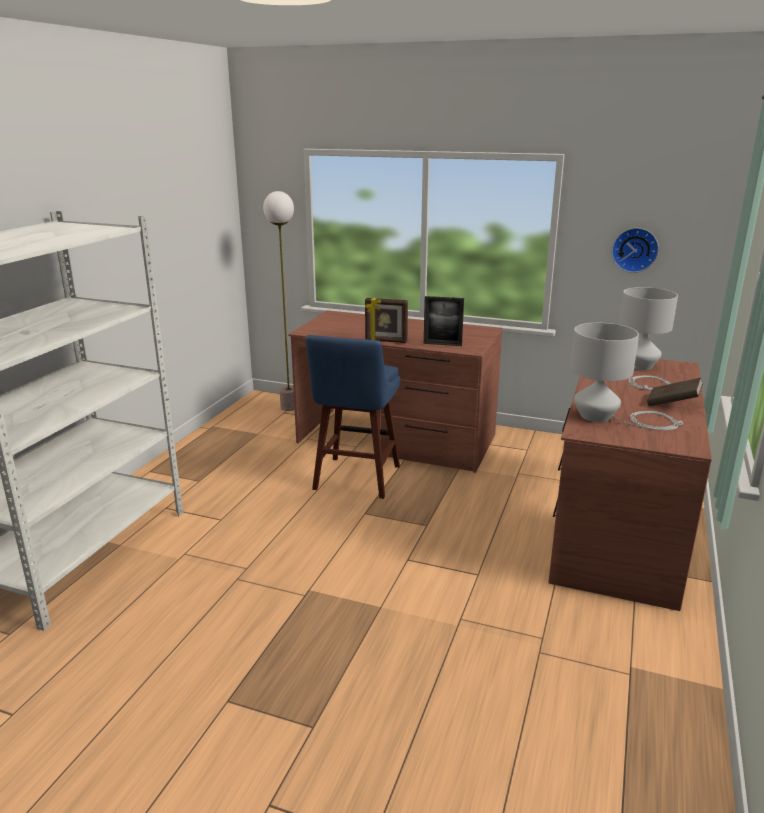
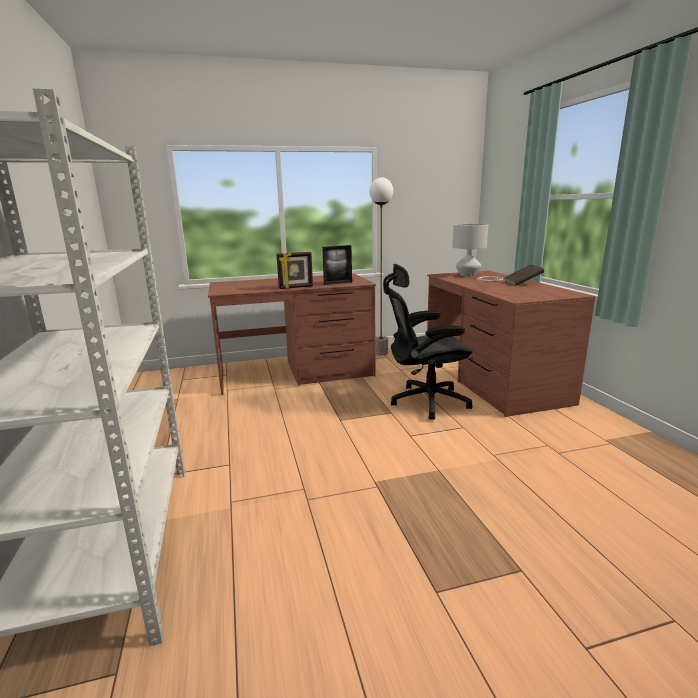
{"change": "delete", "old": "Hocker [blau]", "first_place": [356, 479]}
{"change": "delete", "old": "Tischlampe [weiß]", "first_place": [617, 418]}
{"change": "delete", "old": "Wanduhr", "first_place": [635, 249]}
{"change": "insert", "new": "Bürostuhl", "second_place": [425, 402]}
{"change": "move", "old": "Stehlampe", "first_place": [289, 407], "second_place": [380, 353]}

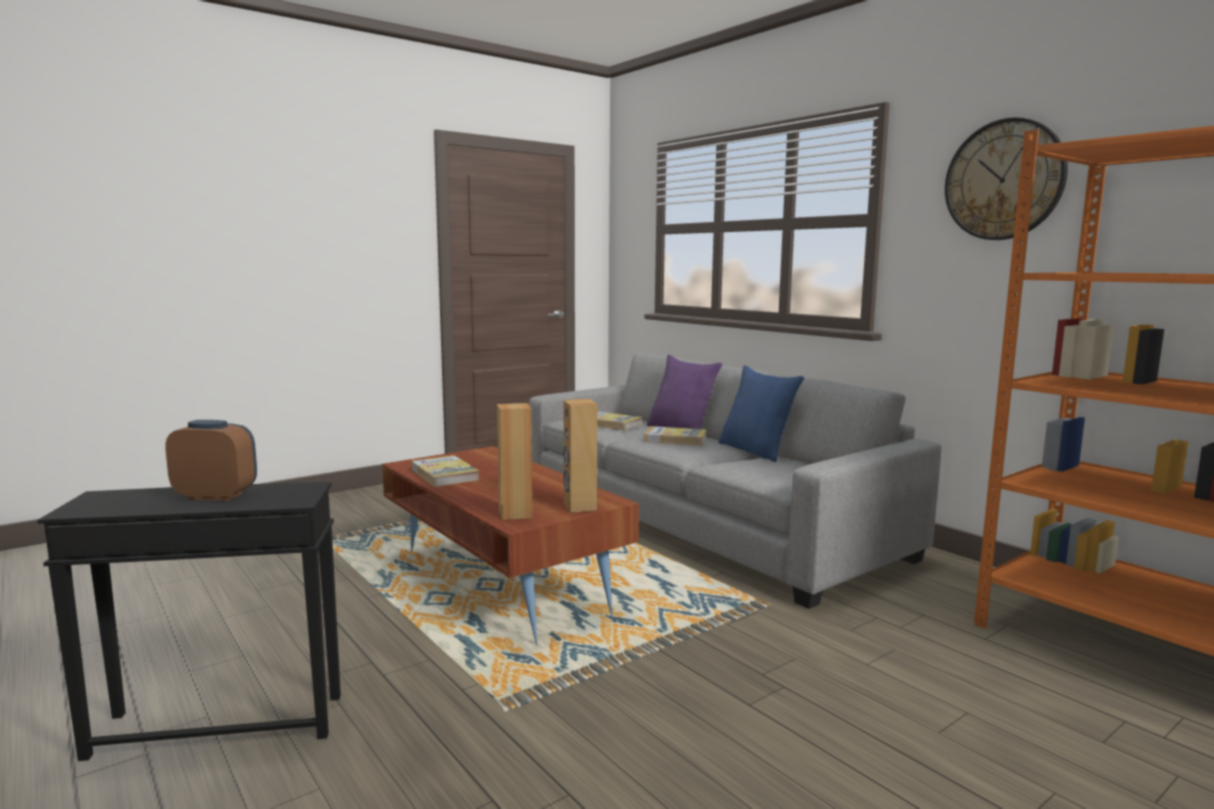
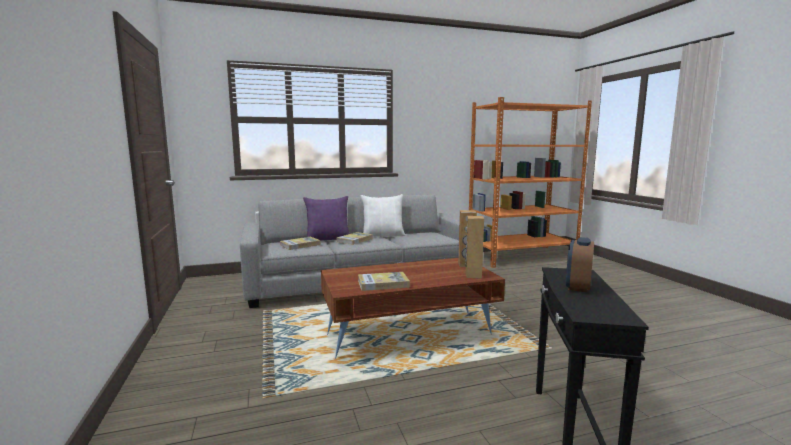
{"change": "delete", "old": "Wanduhr", "first_place": [1004, 180]}
{"change": "recolor", "old": "Kissen [blau]", "new": "Kissen [weiß]", "first_place": [756, 451], "second_place": [383, 235]}

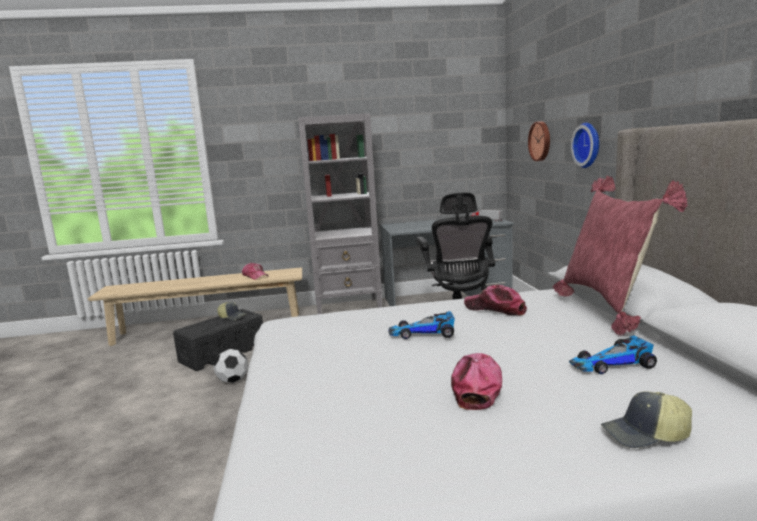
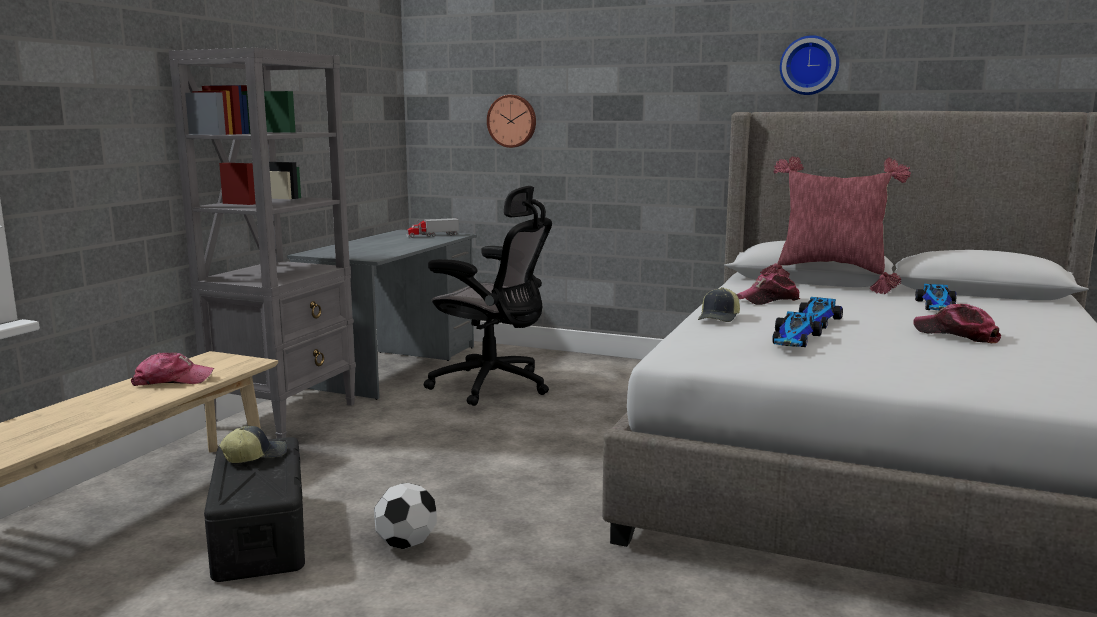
{"change": "insert", "new": "Spielzeugauto", "second_place": [794, 339]}
{"change": "move", "old": "Wanduhr", "first_place": [588, 145], "second_place": [809, 65]}
{"change": "move", "old": "Kappe", "first_place": [646, 435], "second_place": [719, 318]}

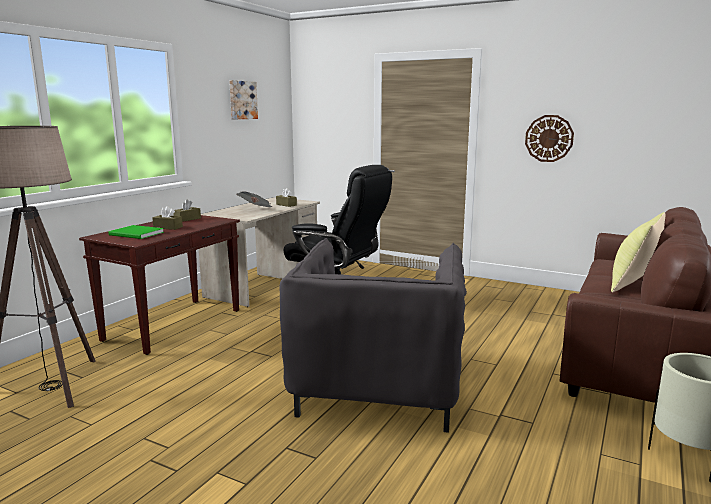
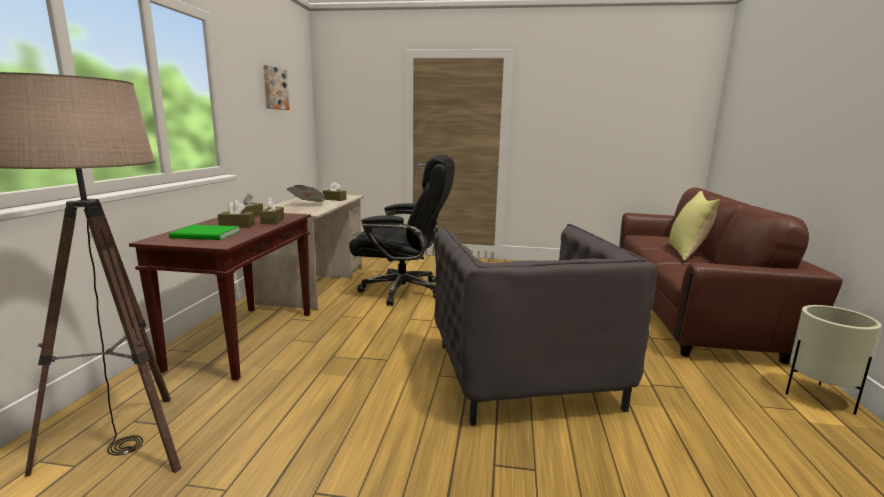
{"change": "delete", "old": "Wanduhr", "first_place": [549, 138]}
{"change": "insert", "new": "Taschentuchbox [braun]", "second_place": [272, 221]}

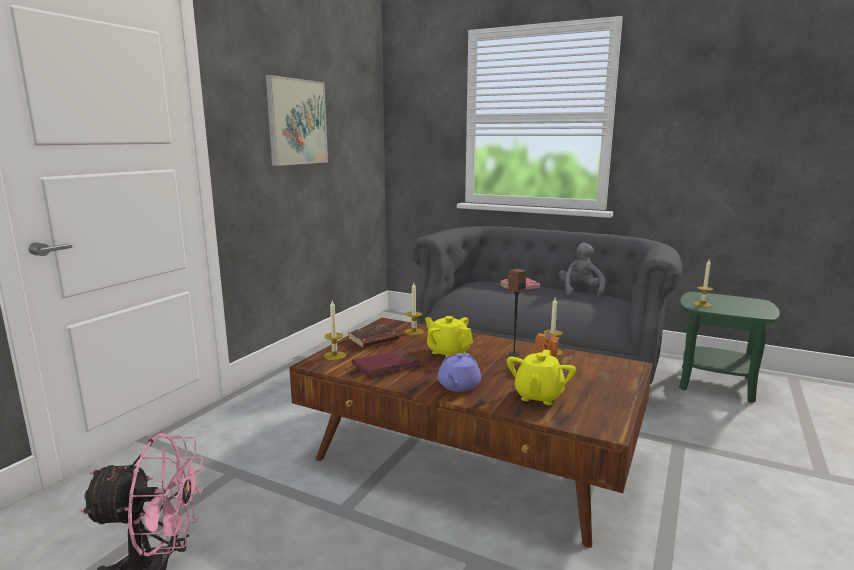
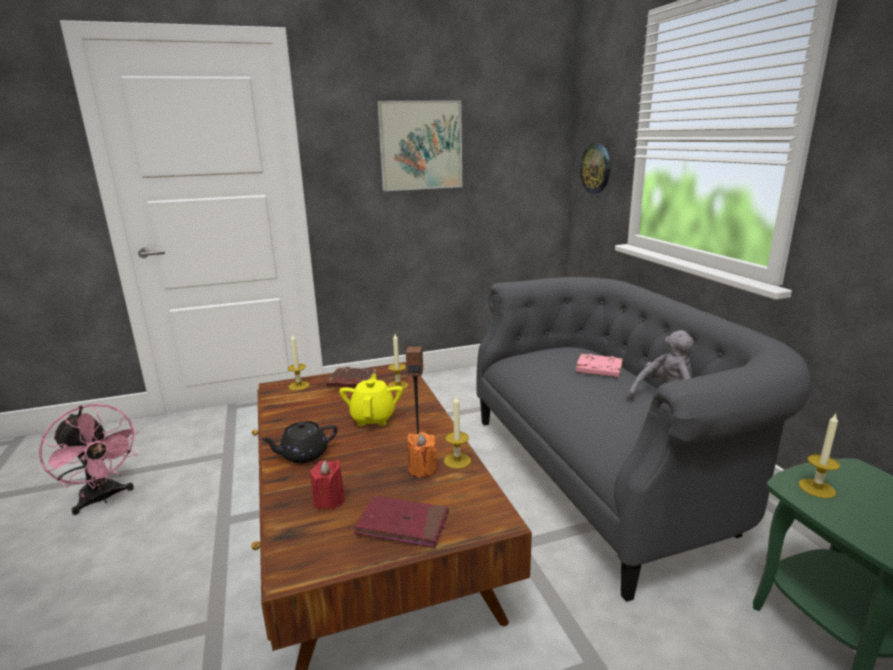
{"change": "insert", "new": "Wanduhr", "second_place": [596, 168]}
{"change": "move", "old": "Buch [rot]", "first_place": [386, 366], "second_place": [402, 524]}
{"change": "replace", "old": "Teekanne [gelb]", "new": "Kerze [rot]", "first_place": [538, 396], "second_place": [329, 500]}
{"change": "recolor", "old": "Teekanne [lila]", "new": "Teekanne [schwarz]", "first_place": [458, 386], "second_place": [303, 455]}

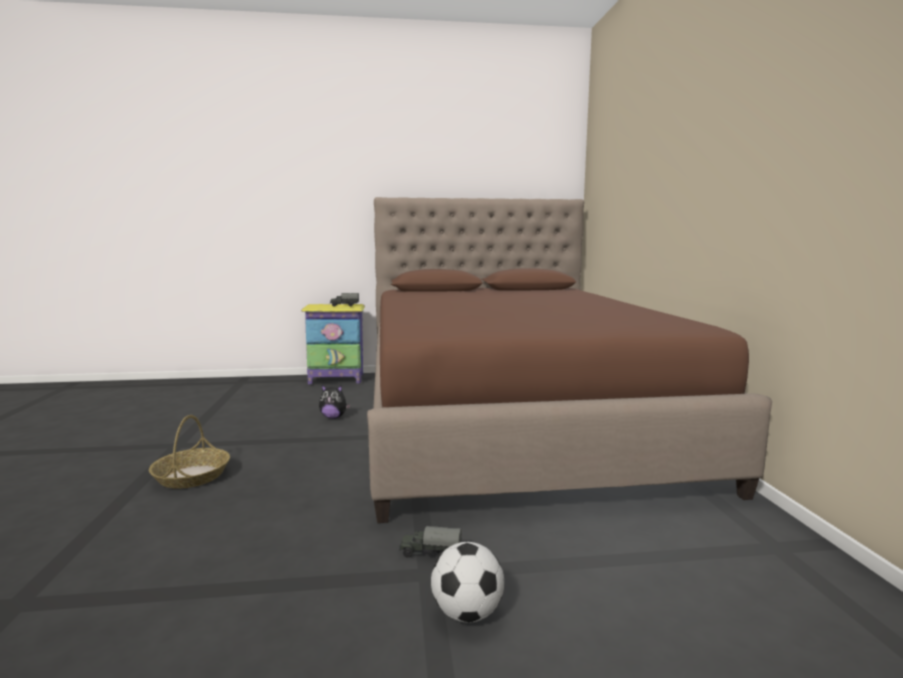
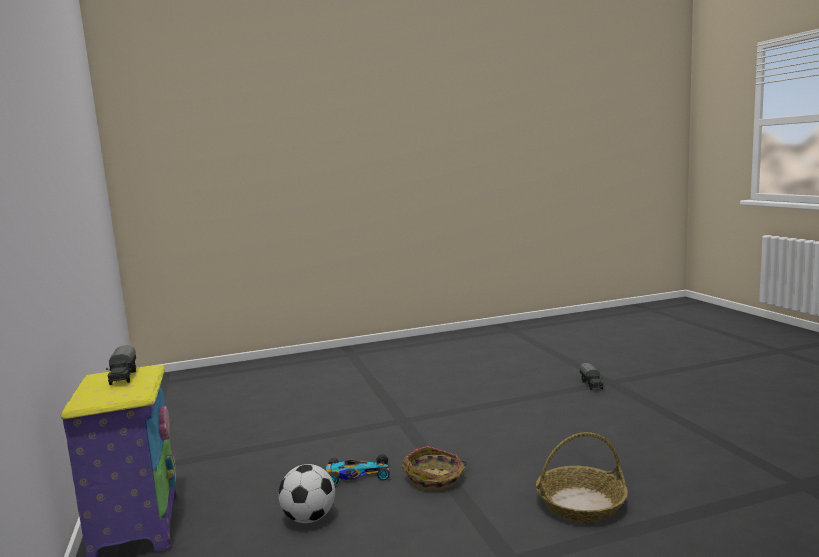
{"change": "delete", "old": "Bett [braun]", "first_place": [510, 417]}
{"change": "insert", "new": "Korb", "second_place": [435, 479]}
{"change": "move", "old": "Fußball", "first_place": [467, 613], "second_place": [309, 518]}
{"change": "replace", "old": "Plüschtier", "new": "Spielzeugauto", "first_place": [334, 417], "second_place": [356, 474]}

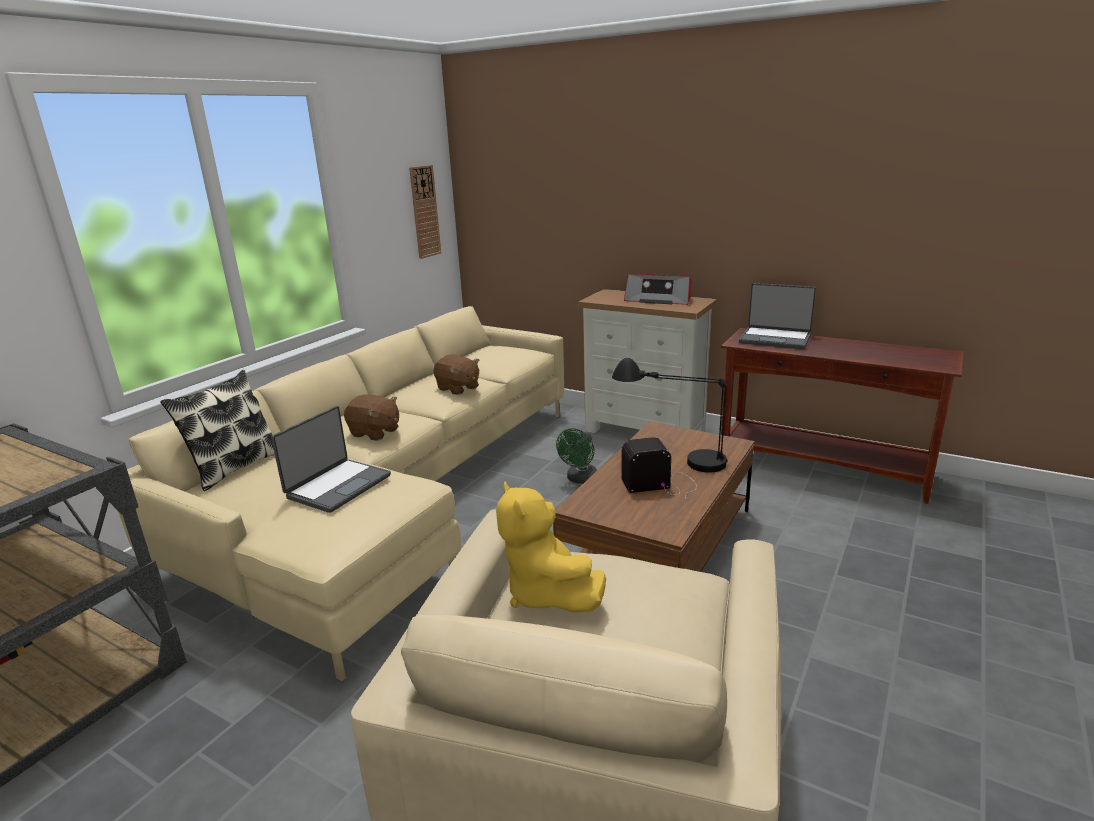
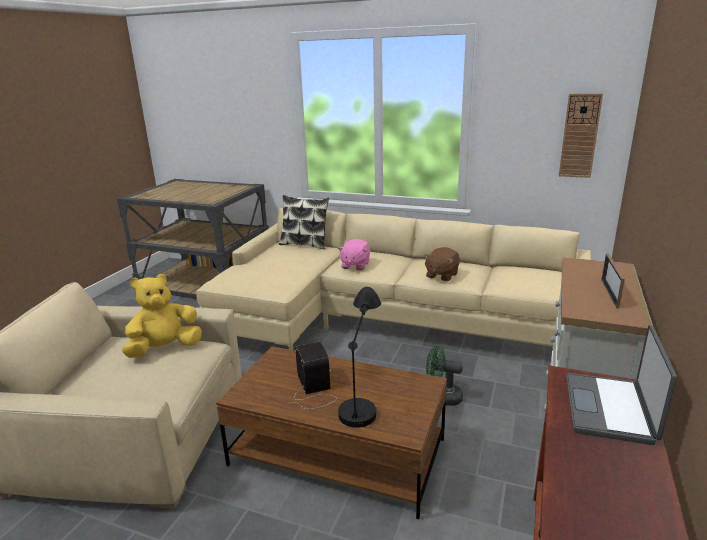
{"change": "delete", "old": "Laptop", "first_place": [337, 486]}
{"change": "replace", "old": "Radio", "new": "Bilderrahmen", "first_place": [659, 299], "second_place": [609, 293]}
{"change": "recolor", "old": "Plüschtier [braun]", "new": "Plüschtier [rosa]", "first_place": [375, 432], "second_place": [355, 265]}

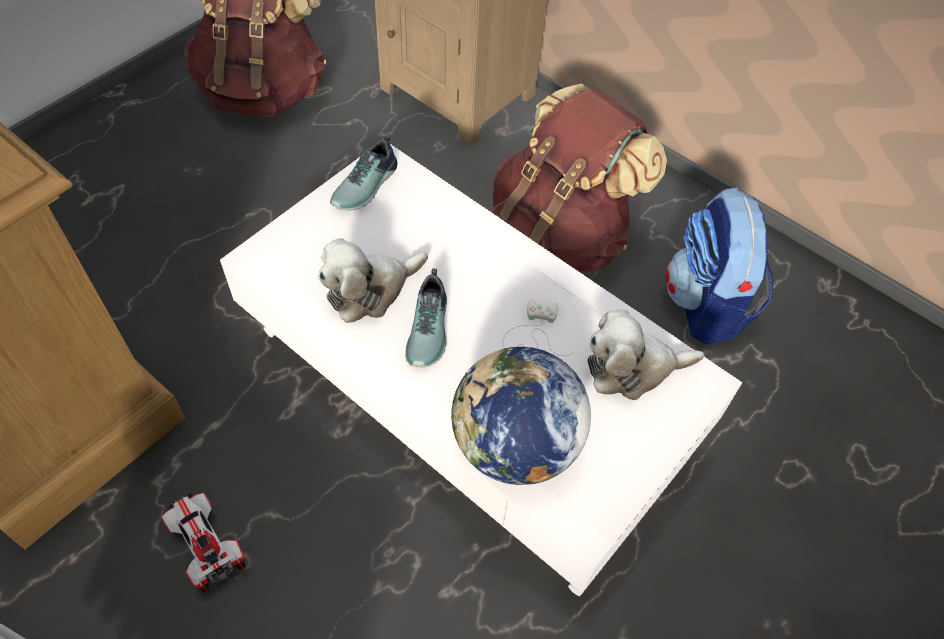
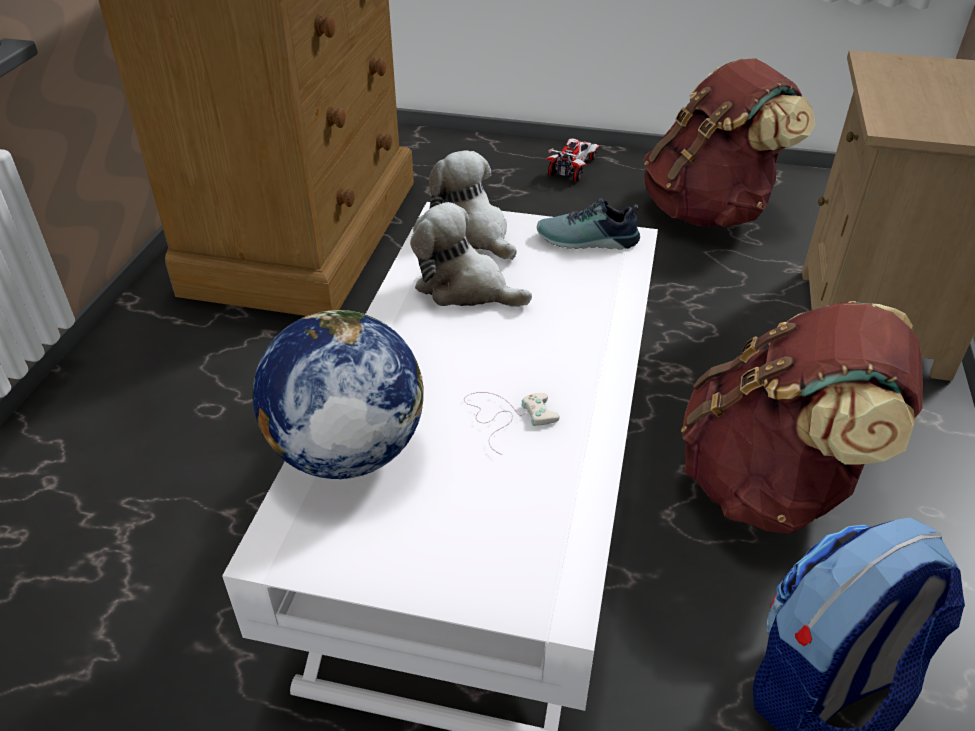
{"change": "delete", "old": "Schuh", "first_place": [430, 329]}
{"change": "move", "old": "Spielzeugauto", "first_place": [206, 546], "second_place": [573, 167]}
{"change": "move", "old": "Plüschtier", "first_place": [632, 368], "second_place": [474, 233]}

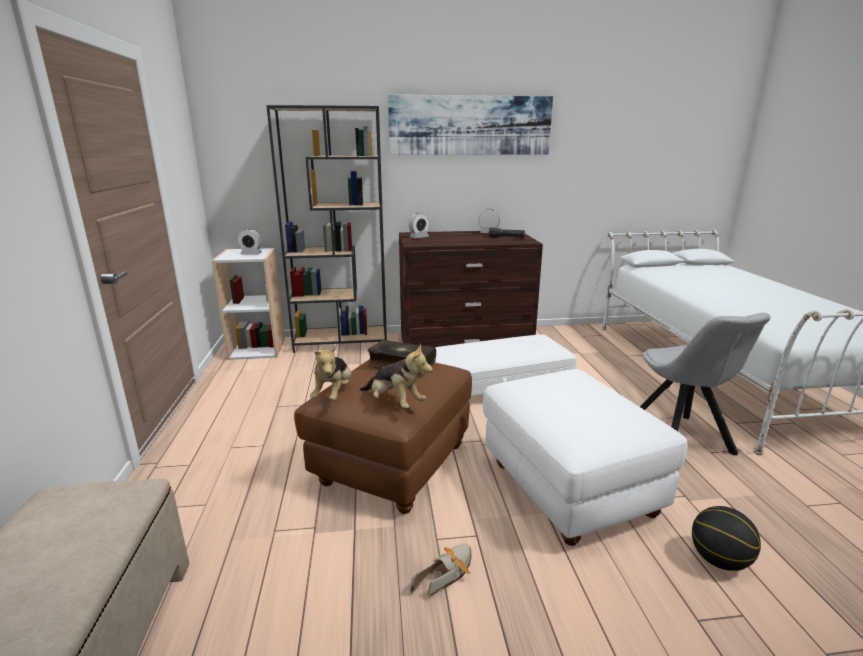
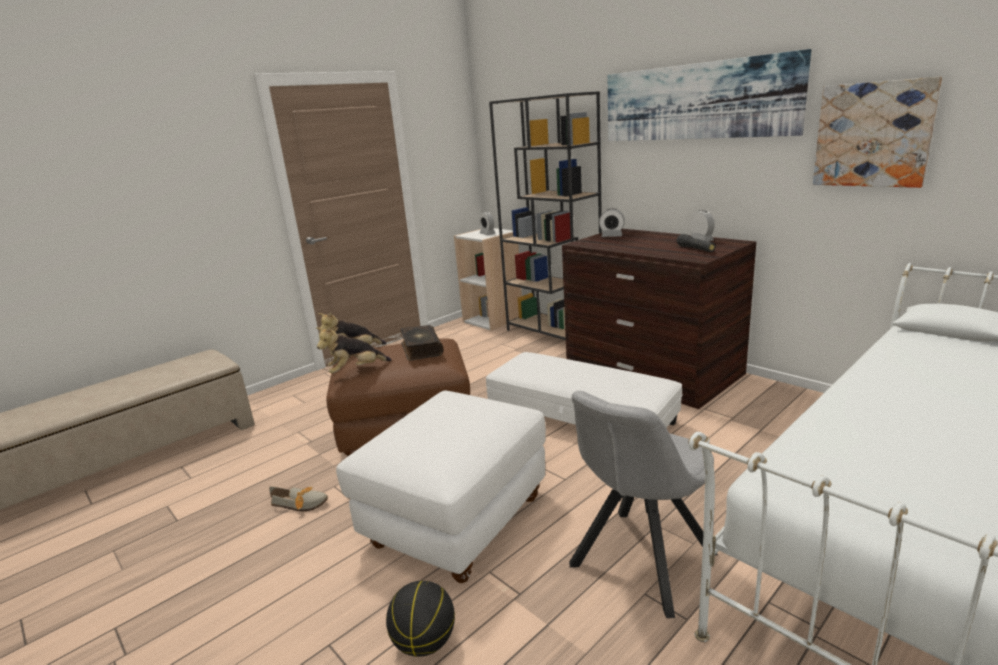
{"change": "insert", "new": "Bild", "second_place": [873, 134]}
{"change": "rotate", "old": "Plüschtier", "first_place": [395, 402], "second_place": [355, 370], "degrees": 60}

